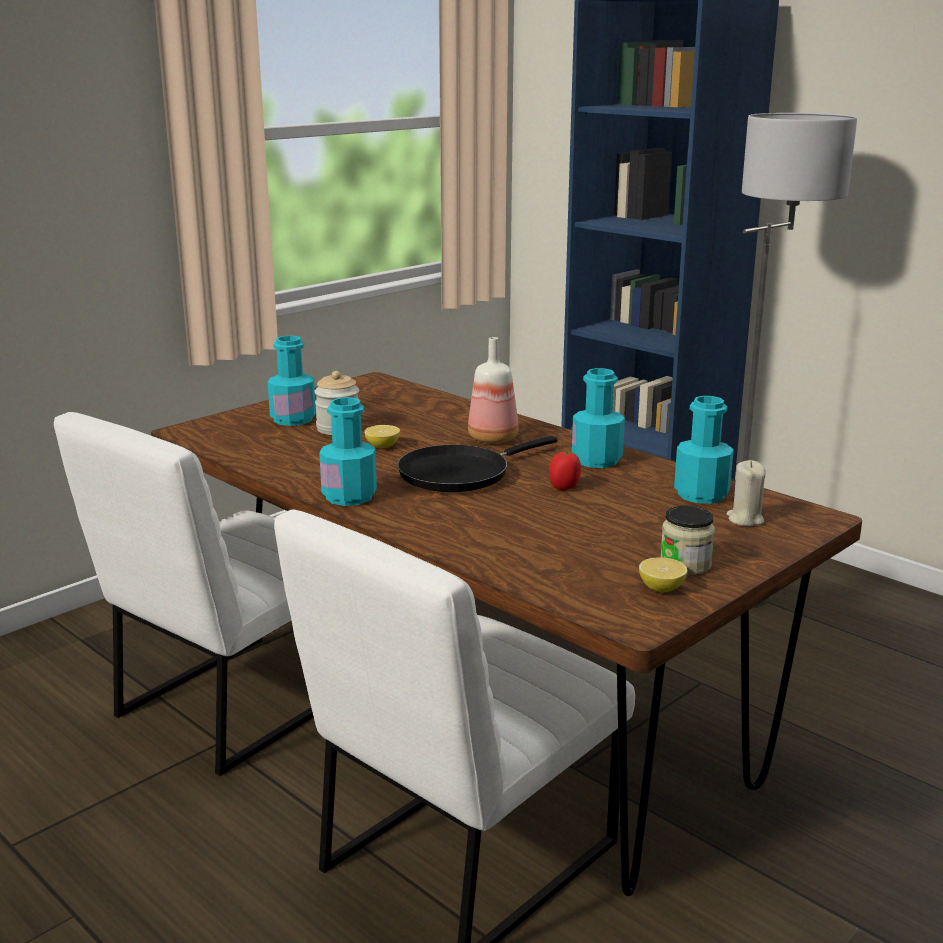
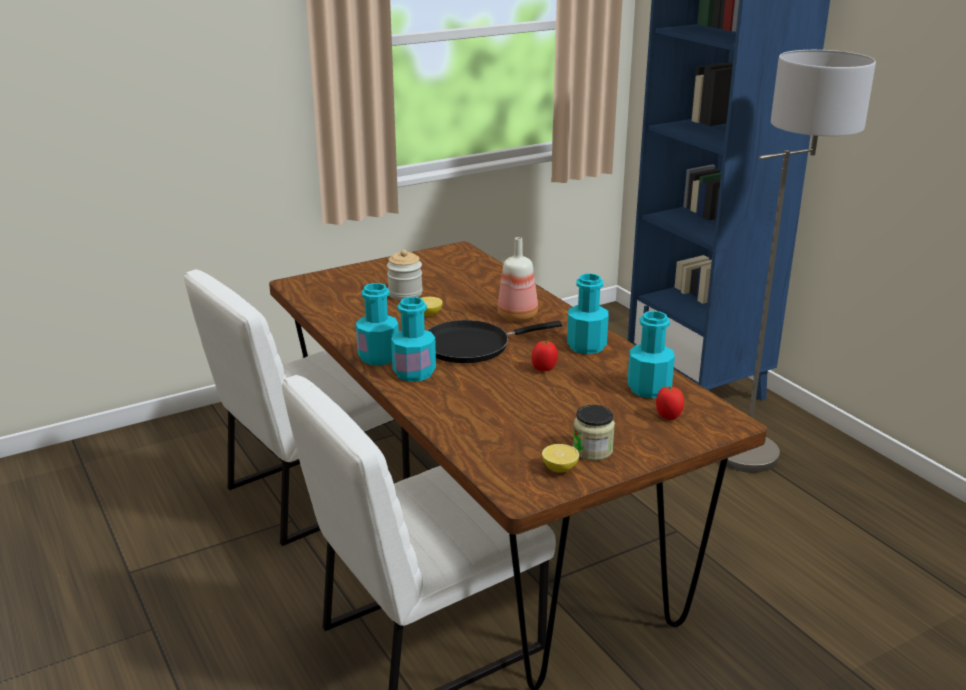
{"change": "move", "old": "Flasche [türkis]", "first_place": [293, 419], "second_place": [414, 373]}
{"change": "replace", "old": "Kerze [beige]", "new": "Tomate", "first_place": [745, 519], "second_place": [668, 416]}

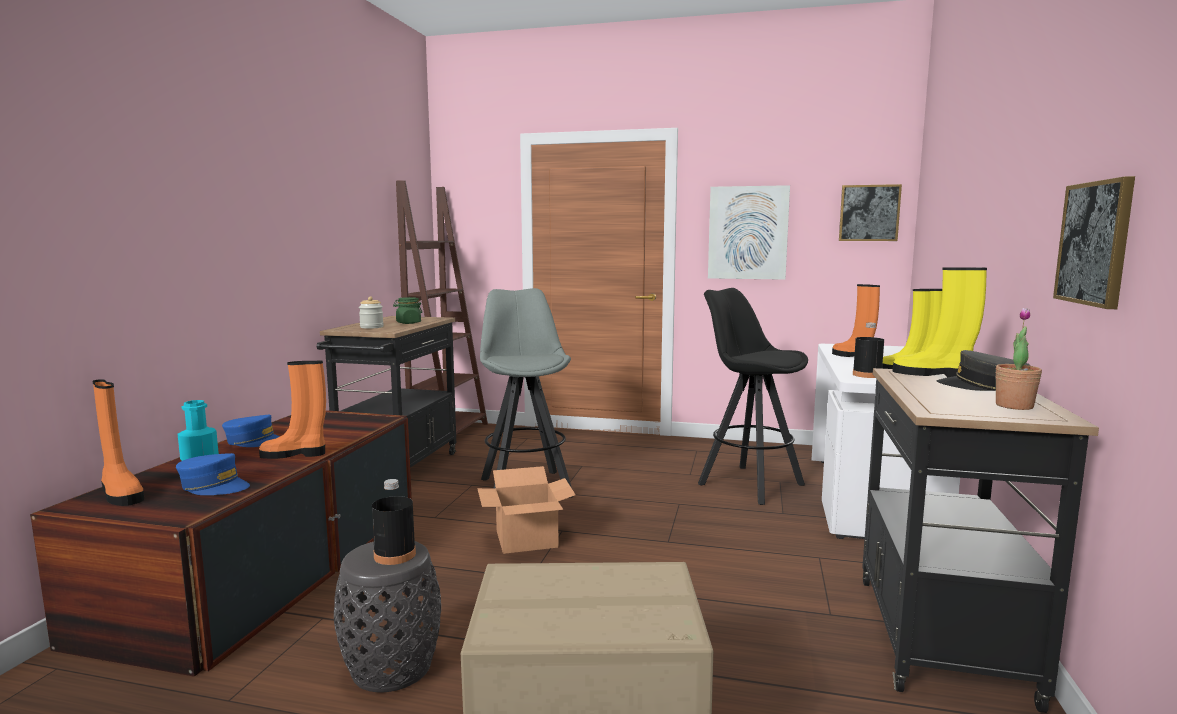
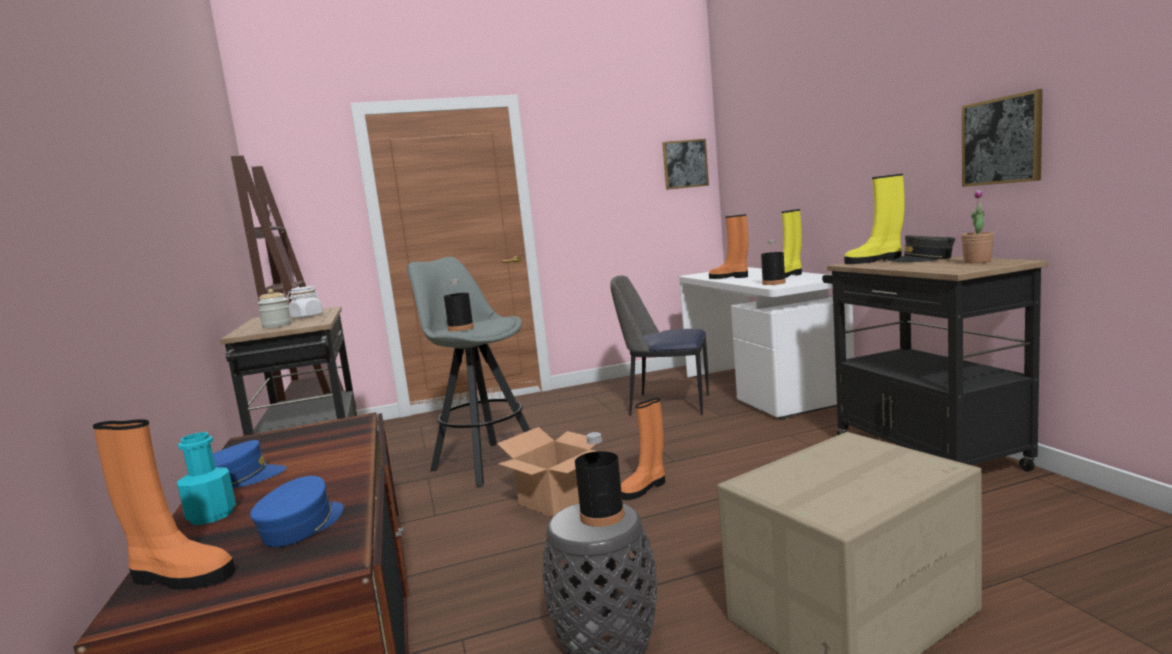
{"change": "delete", "old": "Bild", "first_place": [748, 233]}
{"change": "insert", "new": "Flasche [schwarz]", "second_place": [461, 328]}
{"change": "move", "old": "Stiefel [orange]", "first_place": [295, 454], "second_place": [644, 488]}
{"change": "replace", "old": "Hocker [schwarz]", "new": "Stuhl", "first_place": [748, 483], "second_place": [667, 405]}
{"change": "recolor", "old": "Vorratsglas [grün]", "new": "Vorratsglas [weiß]", "first_place": [408, 323], "second_place": [306, 316]}
{"change": "rotate", "old": "Kappe [blau]", "first_place": [214, 486], "second_place": [302, 526], "degrees": -60}

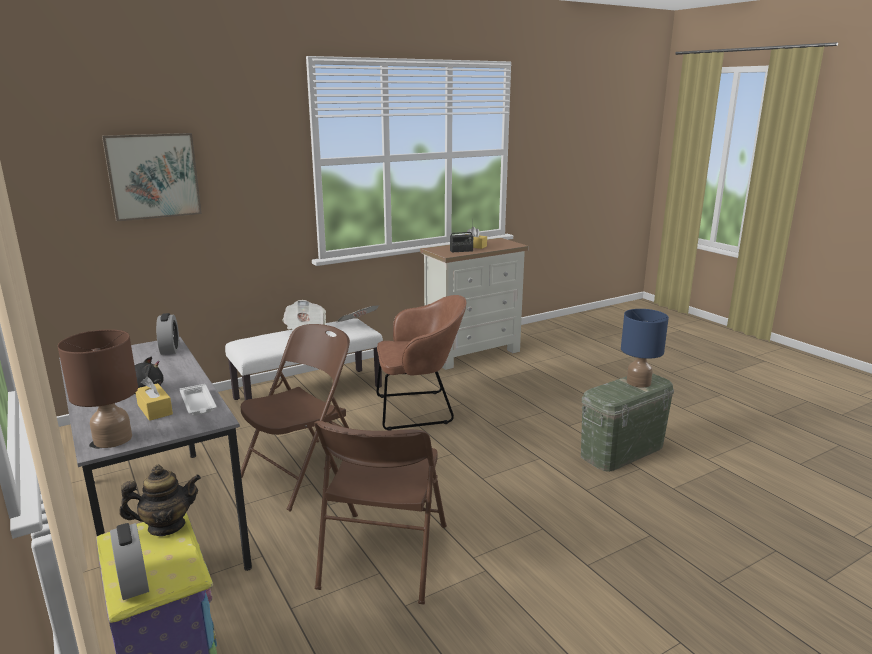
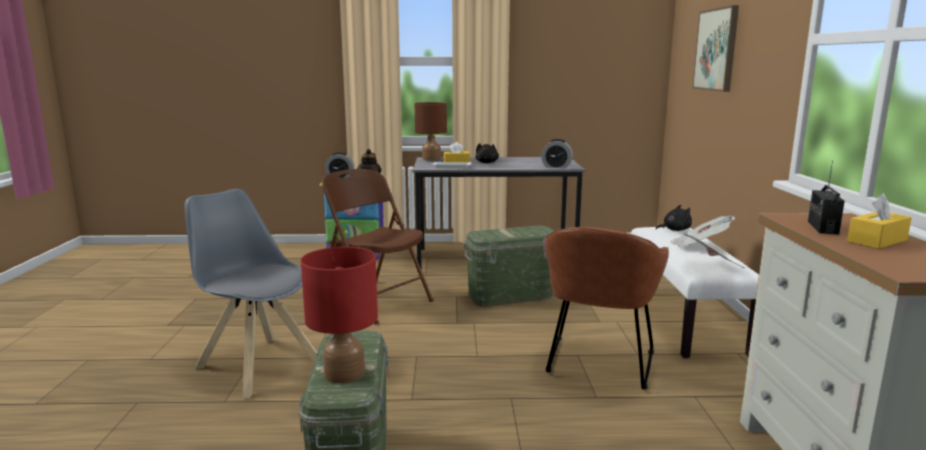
{"change": "insert", "new": "Stuhl [grau]", "second_place": [258, 364]}
{"change": "insert", "new": "Plüschtier [schwarz]", "second_place": [674, 230]}
{"change": "replace", "old": "Stuhl [braun]", "new": "Aufbewahrungsbox [grün]", "first_place": [304, 473], "second_place": [510, 296]}
{"change": "recolor", "old": "Tischlampe [blau]", "new": "Tischlampe [rot]", "first_place": [638, 382], "second_place": [344, 373]}

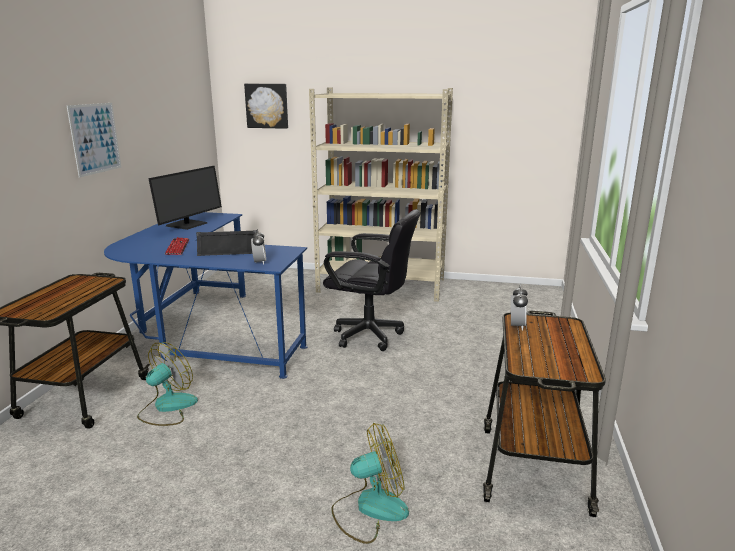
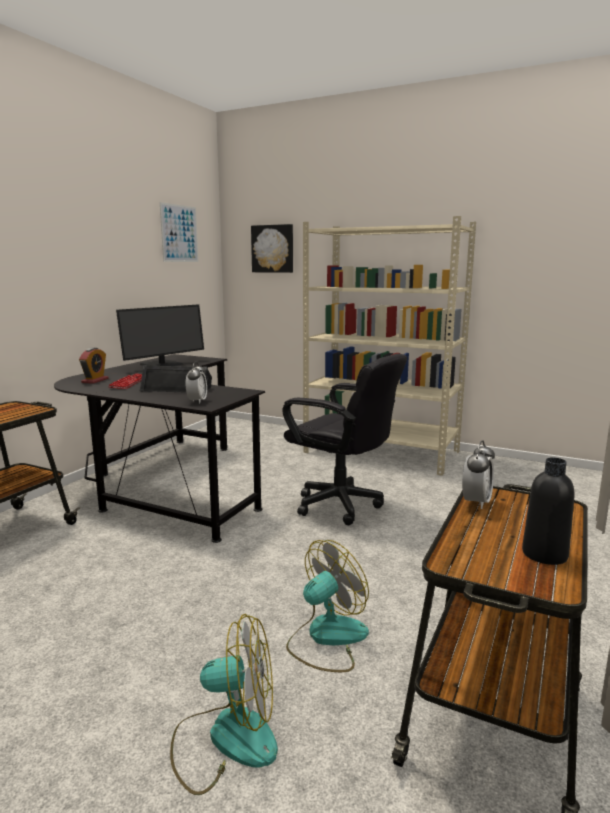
{"change": "insert", "new": "Wecker", "second_place": [95, 380]}
{"change": "insert", "new": "Flasche [schwarz]", "second_place": [544, 554]}
{"change": "move", "old": "Bild", "first_place": [95, 138], "second_place": [179, 233]}
{"change": "move", "old": "Ventilator", "first_place": [167, 407], "second_place": [326, 638]}
{"change": "recolor", "old": "Schreibtisch [blau]", "new": "Schreibtisch [schwarz]", "first_place": [206, 334], "second_place": [163, 484]}

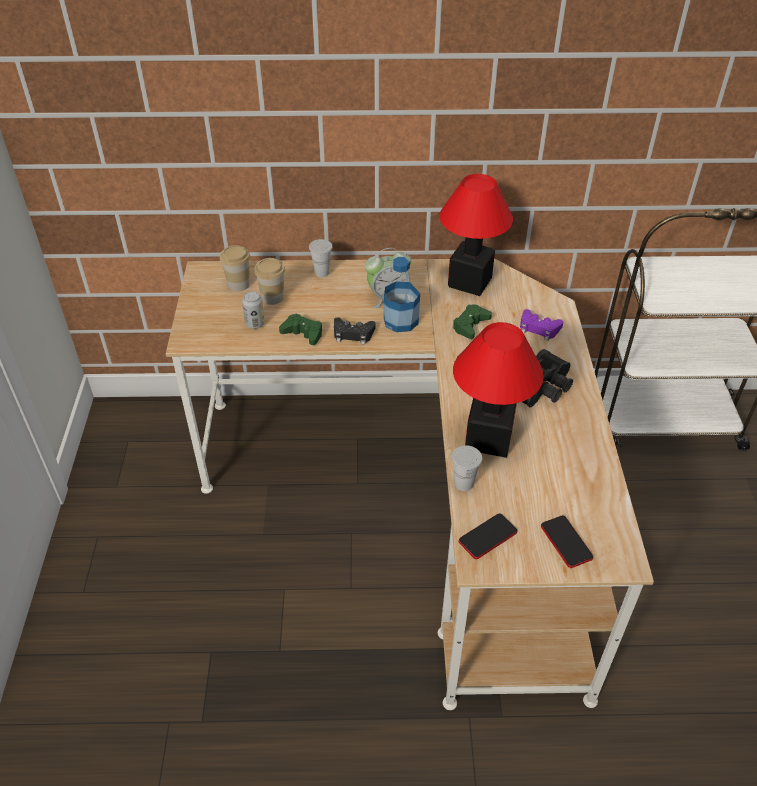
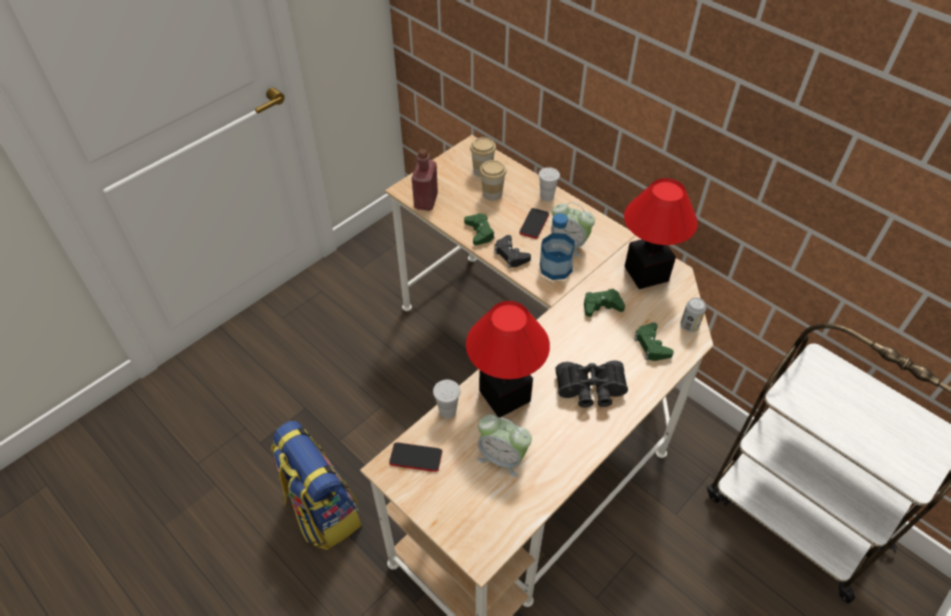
{"change": "insert", "new": "Rucksack", "second_place": [321, 510]}
{"change": "insert", "new": "Flasche [rot]", "second_place": [426, 201]}
{"change": "insert", "new": "Wecker", "second_place": [502, 458]}
{"change": "move", "old": "Dose", "first_place": [255, 324], "second_place": [689, 326]}
{"change": "move", "old": "Handy", "first_place": [566, 542], "second_place": [534, 224]}
{"change": "recolor", "old": "Gamepad [lila]", "new": "Gamepad [grün]", "first_place": [538, 328], "second_place": [651, 345]}

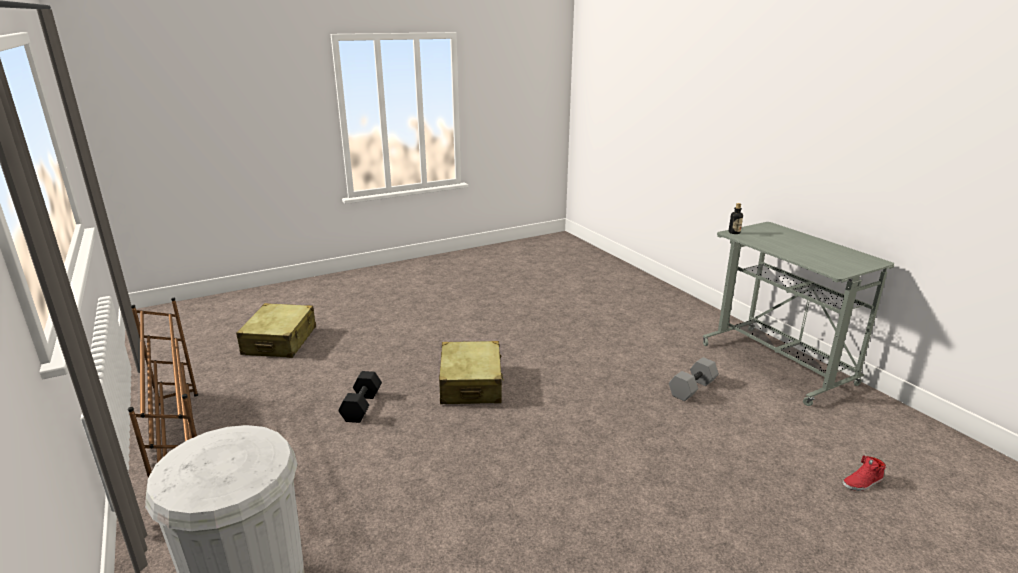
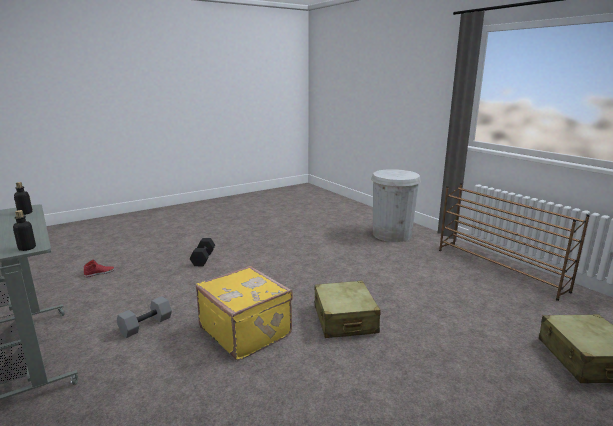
{"change": "insert", "new": "Flasche", "second_place": [25, 213]}
{"change": "insert", "new": "Koffer [gelb]", "second_place": [246, 331]}
{"change": "move", "old": "Hantel [schwarz]", "first_place": [362, 406], "second_place": [203, 258]}

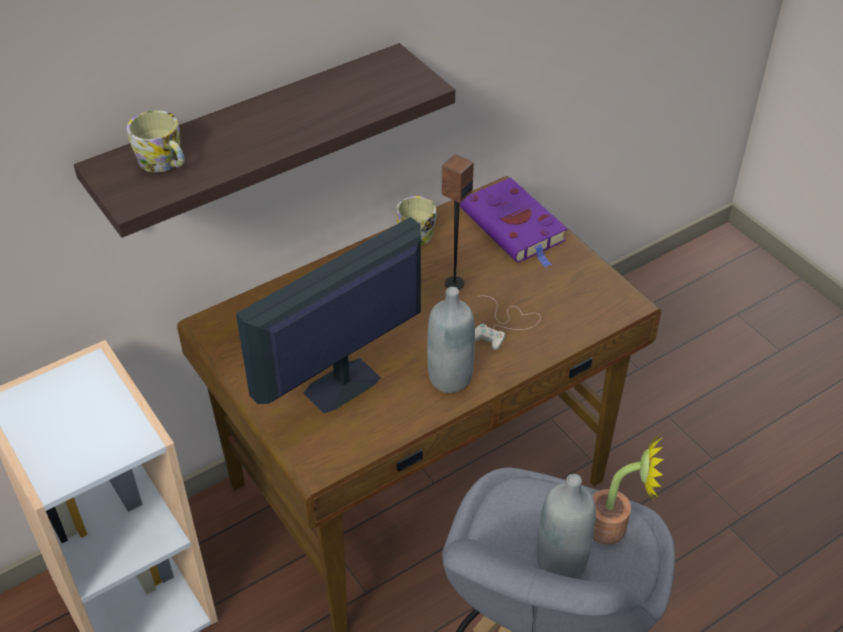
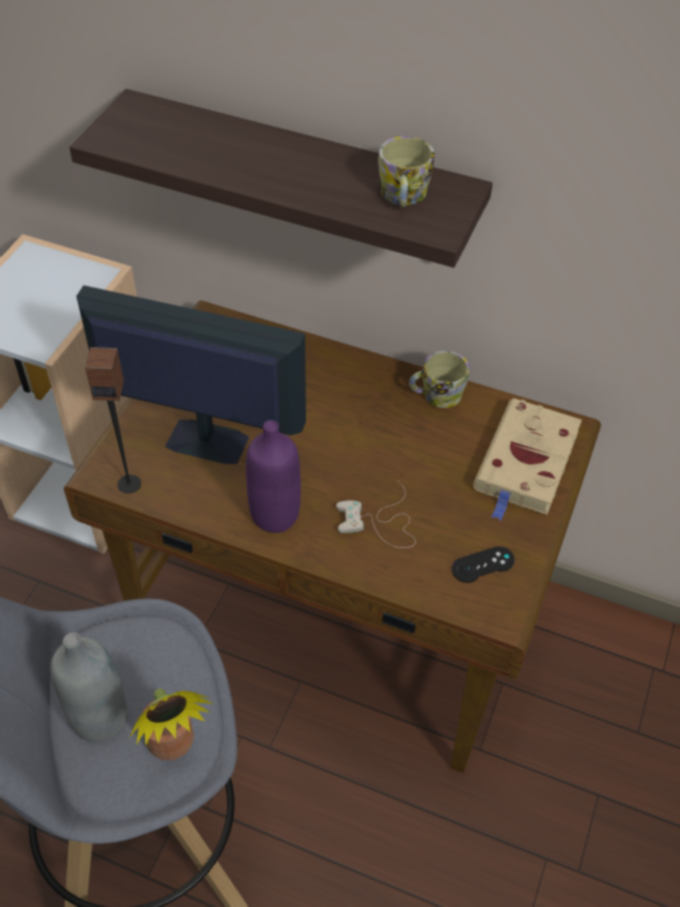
{"change": "insert", "new": "Gamepad [schwarz]", "second_place": [483, 565]}
{"change": "move", "old": "Henkelbecher", "first_place": [164, 163], "second_place": [403, 197]}
{"change": "move", "old": "Lautsprecher", "first_place": [454, 283], "second_place": [129, 483]}
{"change": "recolor", "old": "Flasche [grau]", "new": "Flasche [lila]", "first_place": [450, 378], "second_place": [275, 515]}
{"change": "recolor", "old": "Buch [lila]", "new": "Buch [beige]", "first_place": [515, 227], "second_place": [526, 464]}

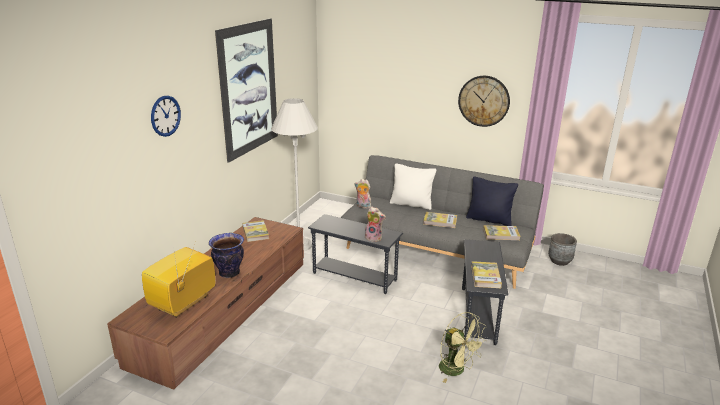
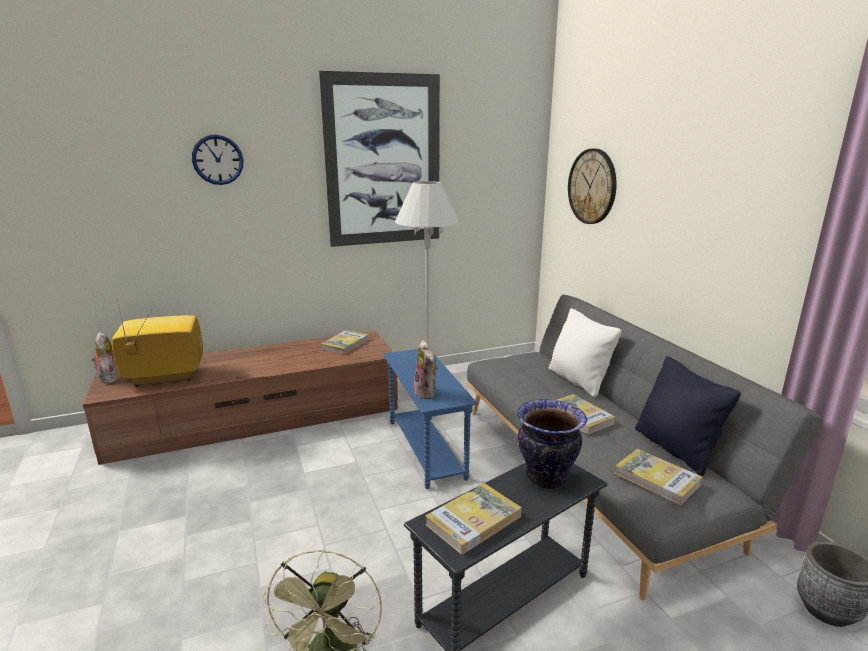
{"change": "move", "old": "Vase", "first_place": [229, 273], "second_place": [545, 478]}
{"change": "move", "old": "Plüschtier", "first_place": [362, 206], "second_place": [108, 378]}
{"change": "move", "old": "Wanduhr", "first_place": [484, 101], "second_place": [592, 186]}
{"change": "recolor", "old": "Beistelltisch [grau]", "new": "Beistelltisch [blau]", "first_place": [354, 277], "second_place": [425, 449]}

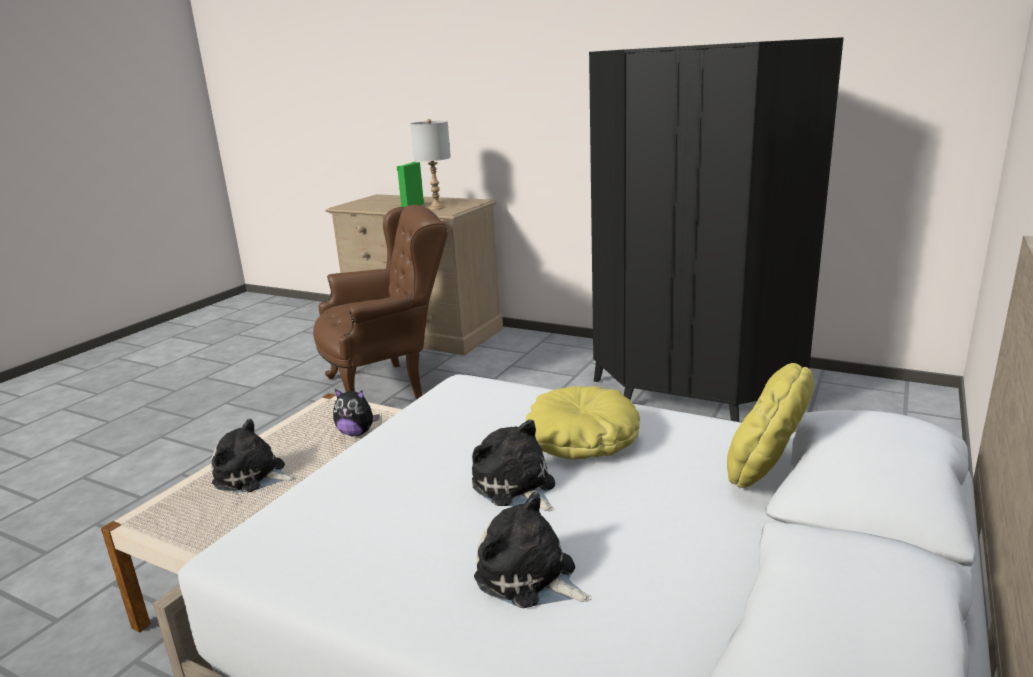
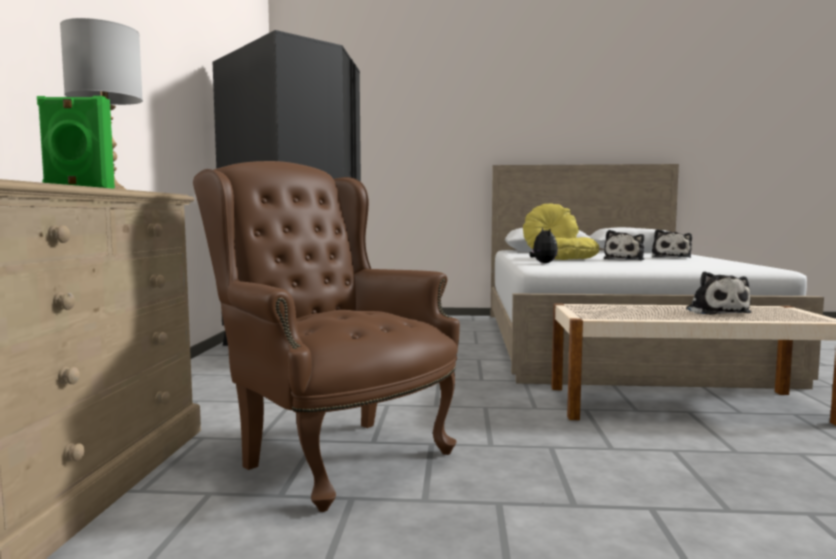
{"change": "move", "old": "Plüschtier", "first_place": [357, 433], "second_place": [543, 263]}

